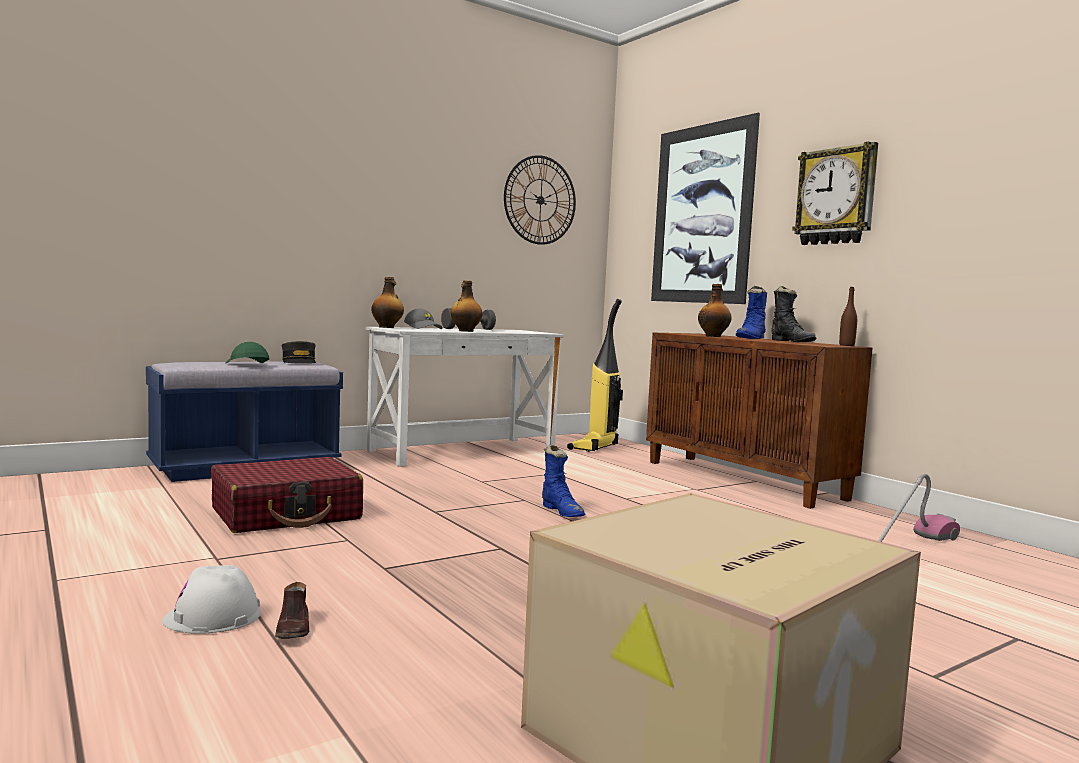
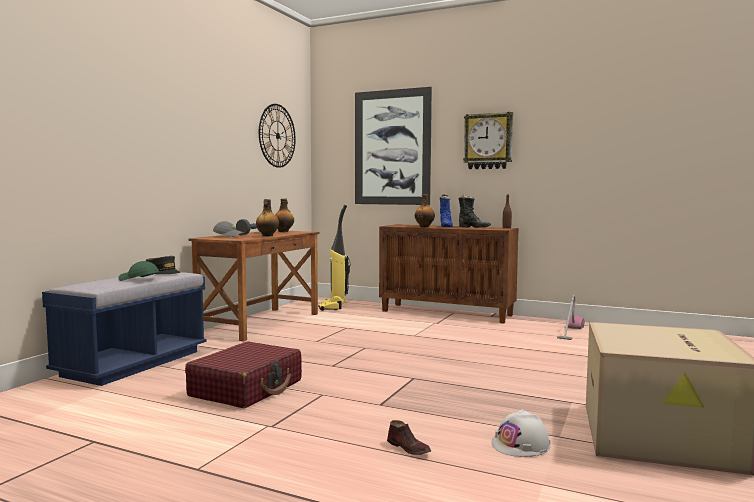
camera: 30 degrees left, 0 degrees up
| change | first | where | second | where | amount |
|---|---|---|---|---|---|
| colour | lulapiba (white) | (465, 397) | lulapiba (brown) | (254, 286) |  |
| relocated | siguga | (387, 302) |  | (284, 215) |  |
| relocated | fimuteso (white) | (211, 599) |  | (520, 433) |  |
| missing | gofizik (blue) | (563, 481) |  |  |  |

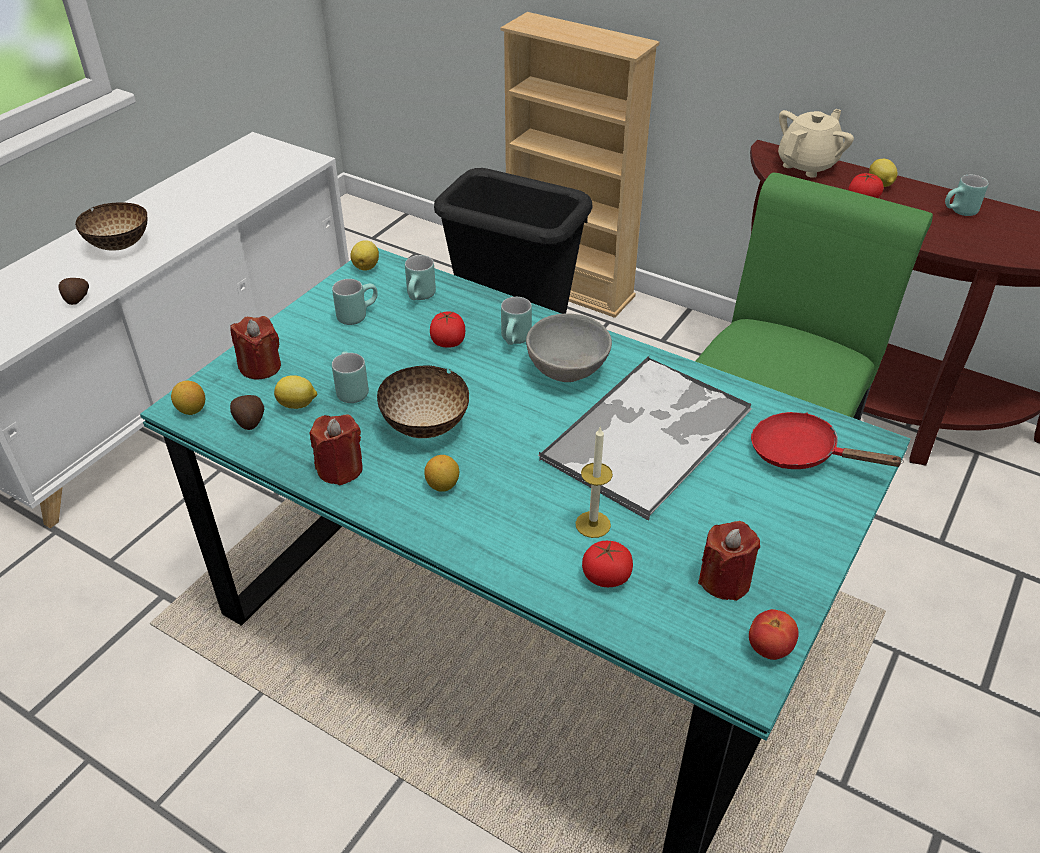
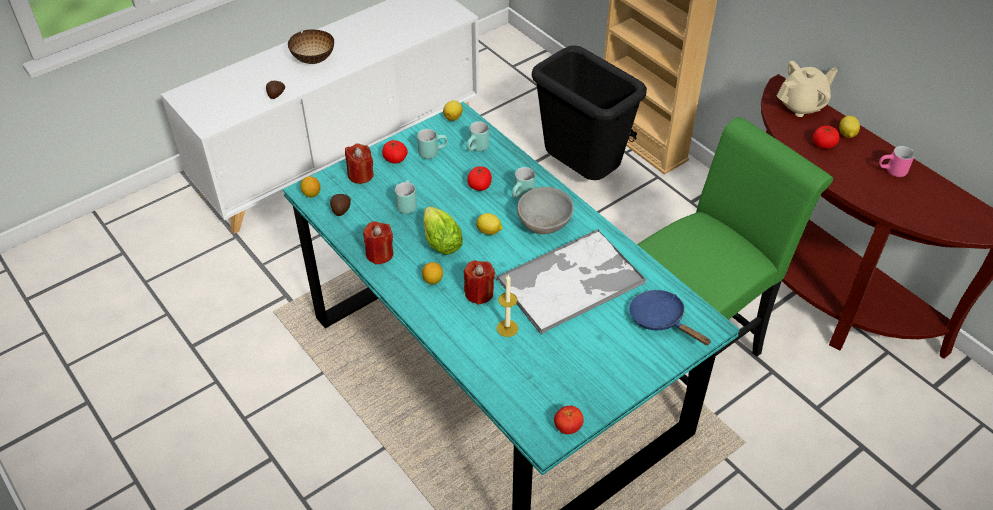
camera: 20 degrees right, 5 degrees up
| change | first | where | second | where | amount |
|---|---|---|---|---|---|
| relocated | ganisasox | (607, 564) |  | (395, 152) |  |
| exchanged | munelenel | (423, 402) | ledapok | (443, 230) |  |
| relocated | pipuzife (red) | (729, 561) |  | (479, 282) |  |
| relocated | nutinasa | (295, 392) |  | (489, 224) |  |
| colour | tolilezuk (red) | (827, 440) | tolilezuk (blue) | (670, 317) |  |
| colour | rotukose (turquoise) | (966, 195) | rotukose (pink) | (897, 161) |  |

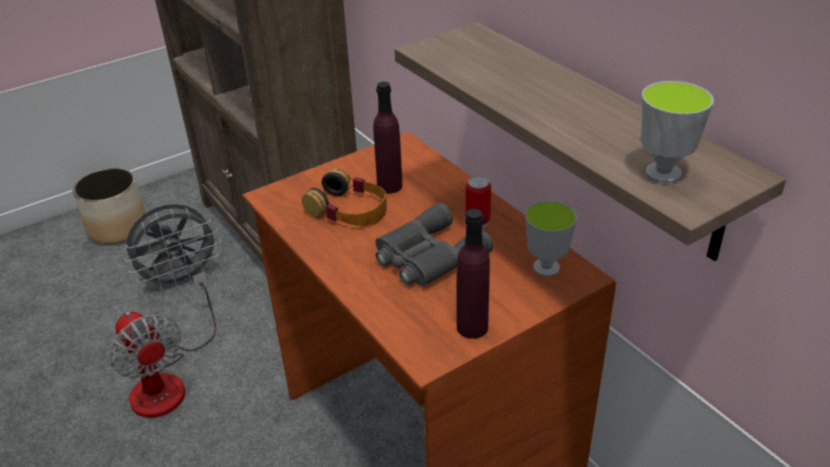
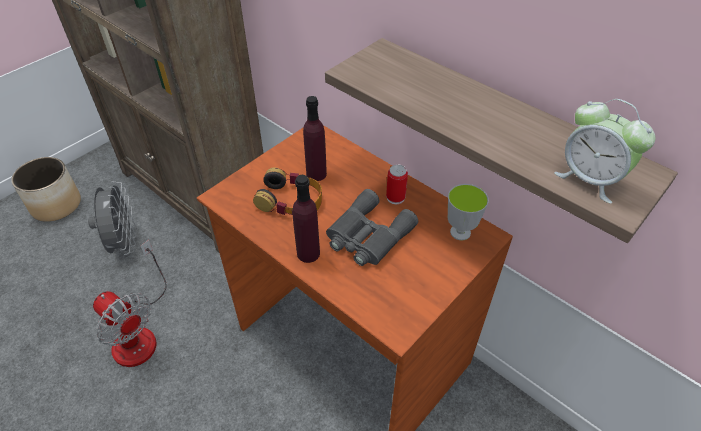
camera: 15 degrees left, 10 degrees up
| change | first | where | second | where | amount |
|---|---|---|---|---|---|
| spun | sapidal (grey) | (173, 247) |  | (112, 218) | 60 degrees counterclockwise |
| relocated | siguga (purple) | (473, 274) |  | (306, 219) |  |
| exchanged | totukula | (677, 132) | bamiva | (604, 151) |  |

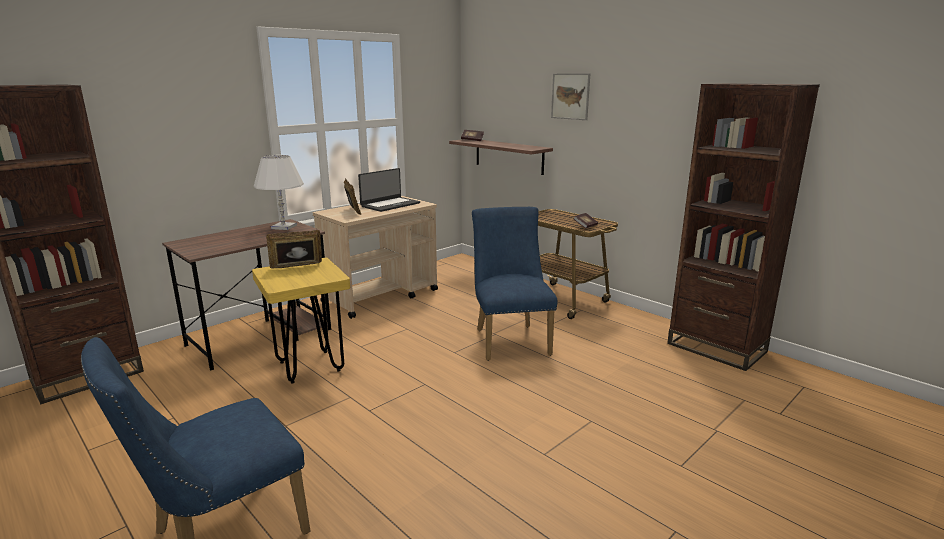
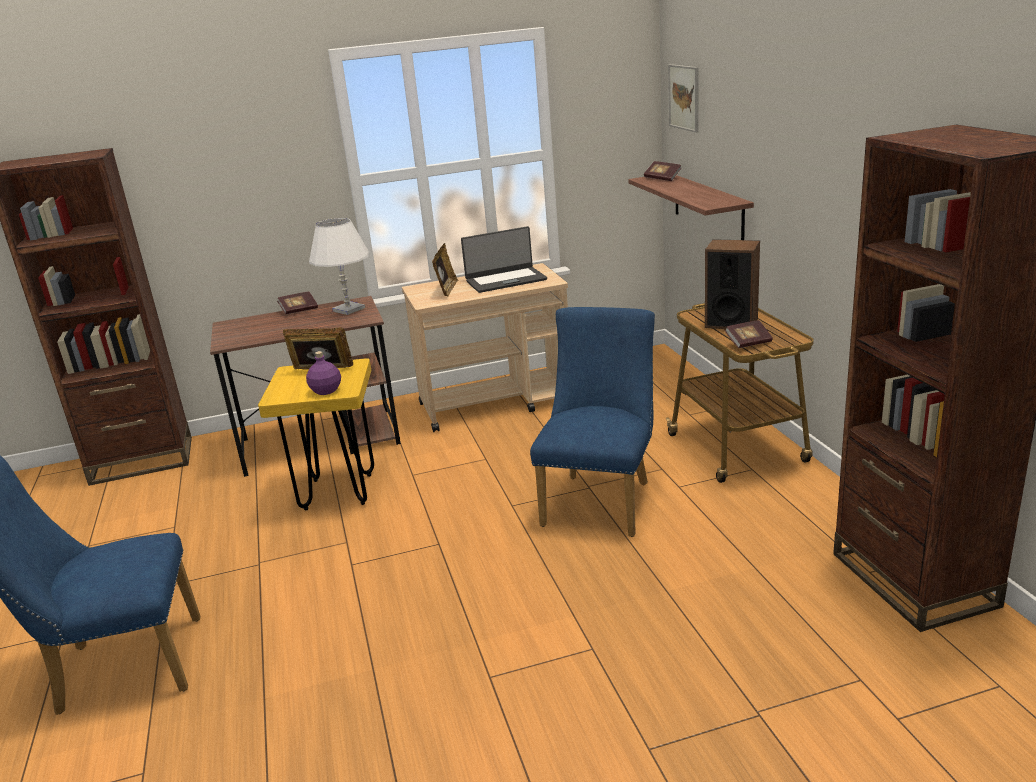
camera: 30 degrees right, 5 degrees up
| change | first | where | second | where | amount |
|---|---|---|---|---|---|
| appeared |  |  | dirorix | (297, 303) |  |
| appeared |  |  | siguga (purple) | (323, 373) |  |
| relocated | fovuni | (570, 96) |  | (683, 98) |  |
| appeared |  |  | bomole | (732, 284) |  |

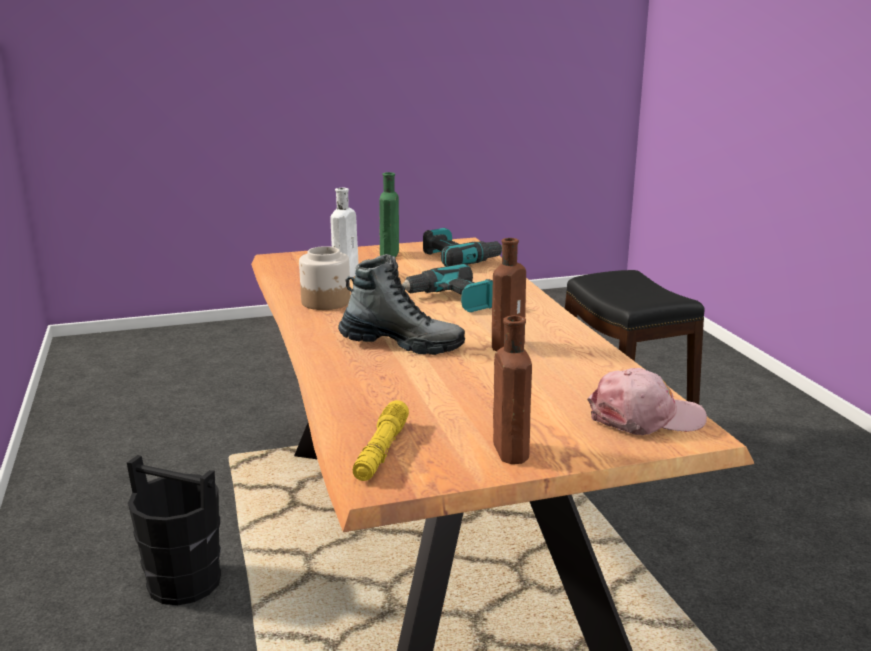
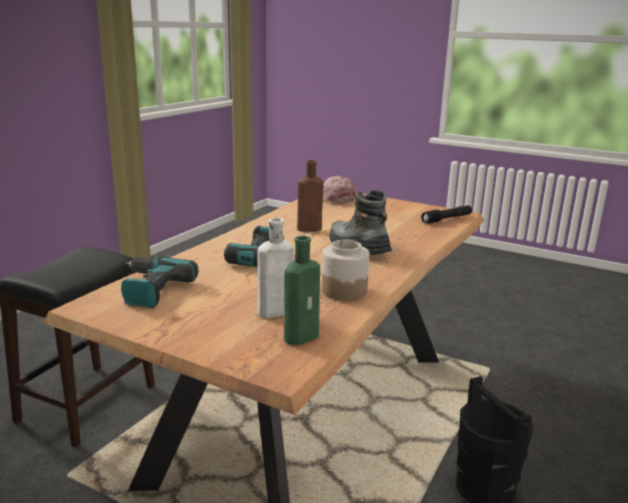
camera: 135 degrees left, 0 degrees up
| change | first | where | second | where | amount |
|---|---|---|---|---|---|
| relocated | siguga (green) | (389, 215) |  | (302, 290) |  |
| colour | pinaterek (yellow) | (381, 440) | pinaterek (black) | (446, 214) |  |
| missing | siguga (brown) | (512, 389) |  |  |  |

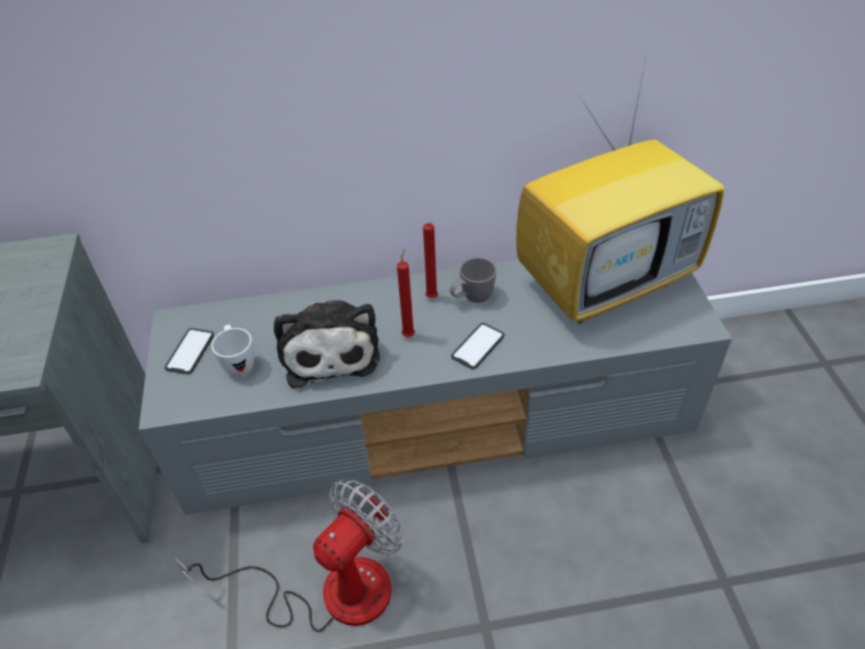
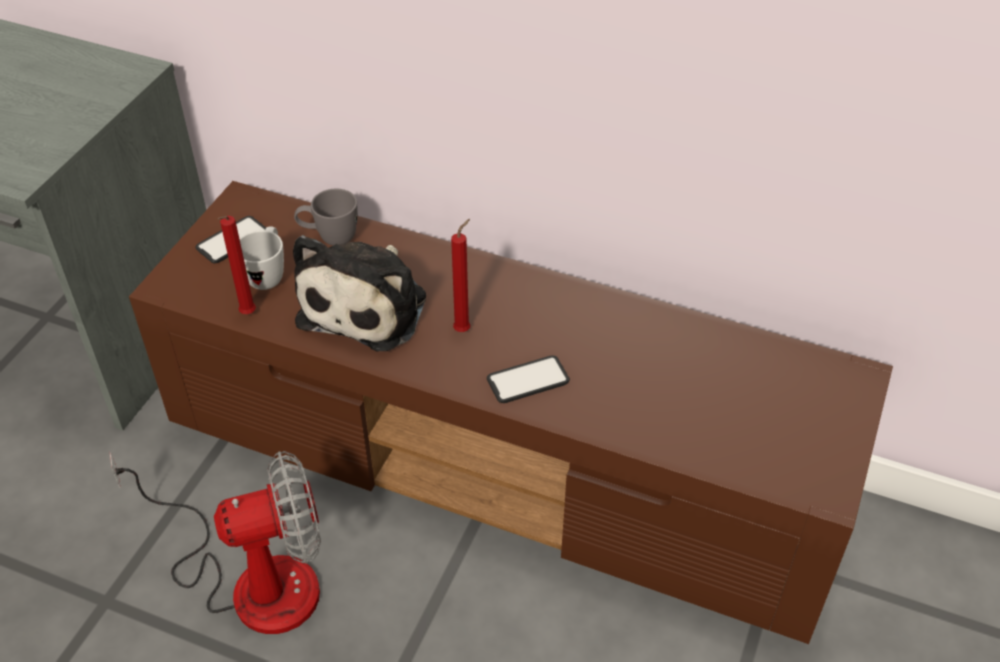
camera: 30 degrees right, 0 degrees up
| change | first | where | second | where | amount |
|---|---|---|---|---|---|
| colour | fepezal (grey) | (435, 387) | fepezal (brown) | (511, 412) |  |
| relocated | pipuzife (red) | (430, 260) |  | (237, 265) |  |
| relocated | rotukose (grey) | (473, 280) |  | (325, 217) |  |
| missing | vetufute | (620, 188) |  |  |  |

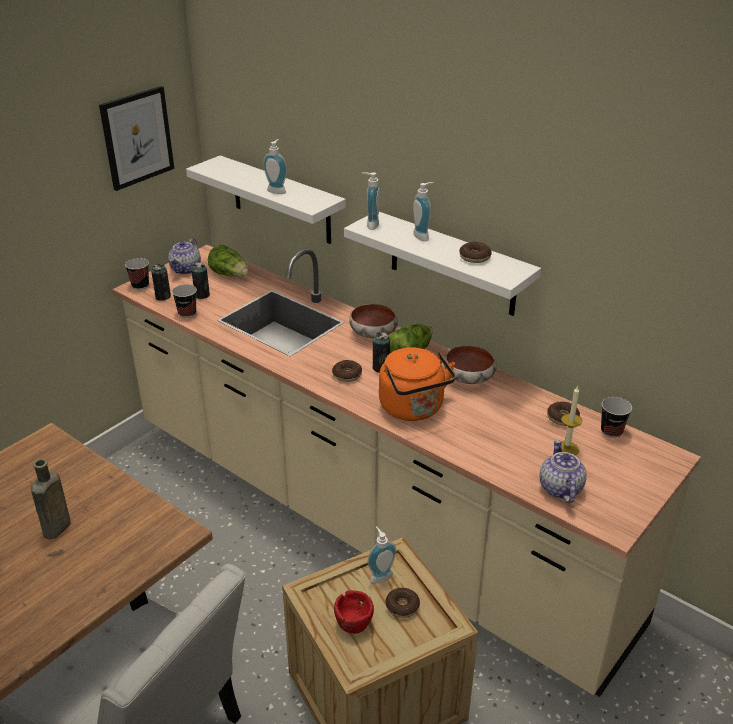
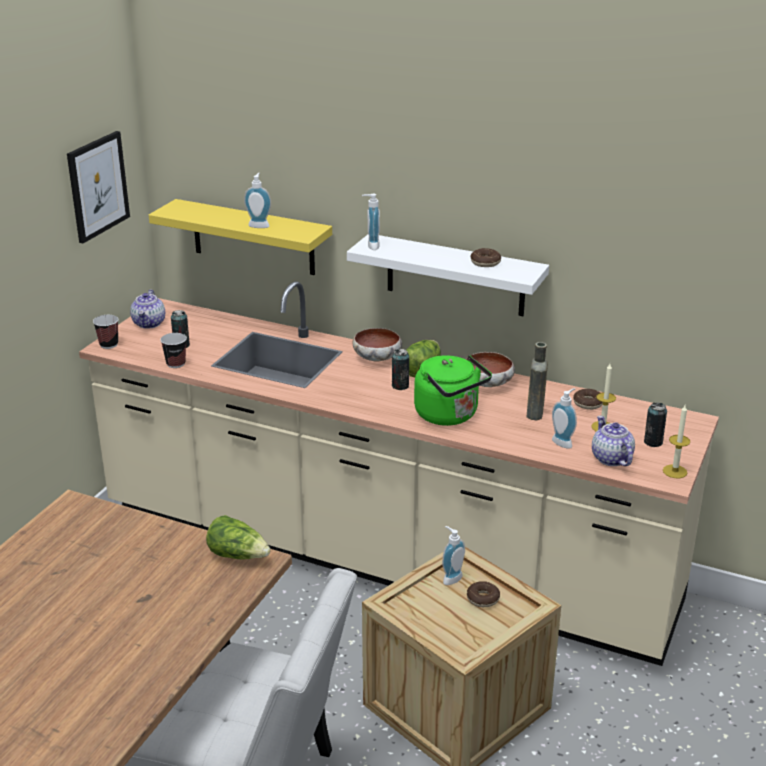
camera: 15 degrees left, 5 degrees down
| change | first | where | second | where | amount |
|---|---|---|---|---|---|
| colour | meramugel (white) | (266, 199) | meramugel (yellow) | (240, 237) |  |
| relocated | ledapok | (228, 261) |  | (238, 537) |  |
| colour | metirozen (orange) | (417, 384) | metirozen (green) | (453, 390) |  |
| relocated | siguga (brown) | (51, 499) |  | (537, 381) |  |
| relocated | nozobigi | (423, 211) |  | (564, 418) |  |
| relocated | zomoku | (161, 282) |  | (655, 425) |  |
| appeared |  |  | pipuzife | (676, 441) |  |
| missing | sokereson | (347, 371) |  |  |  |
| missing | munelenel (red) | (354, 612) |  |  |  |
| missing | totukula | (616, 417) |  |  |  |

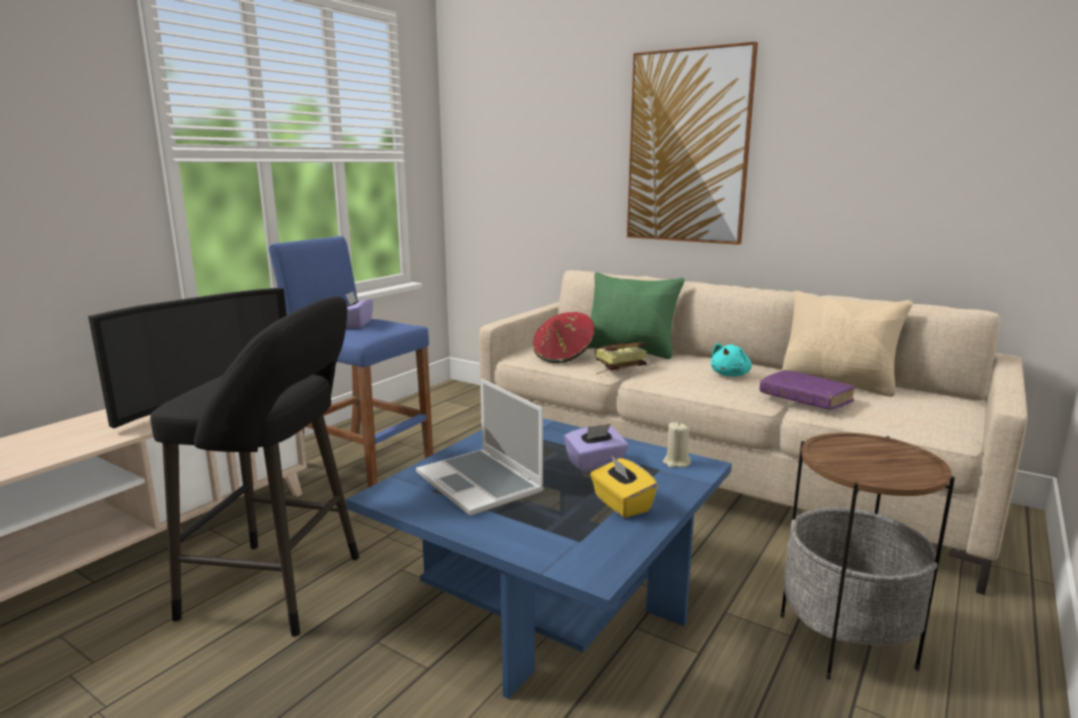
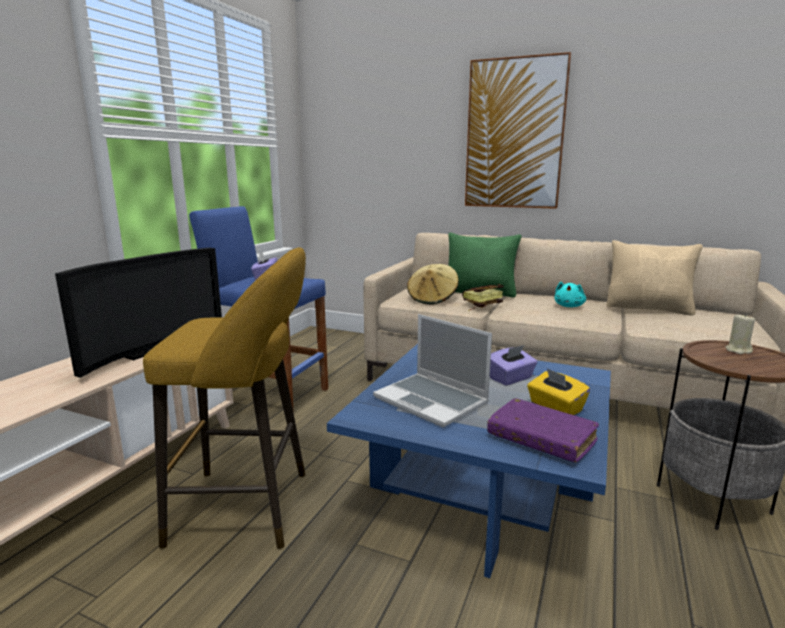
camera: 10 degrees left, 0 degrees up
| change | first | where | second | where | amount |
|---|---|---|---|---|---|
| colour | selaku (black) | (254, 466) | selaku (yellow) | (224, 398) |  |
| colour | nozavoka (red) | (564, 337) | nozavoka (beige) | (433, 284) |  |
| relocated | dirorix (purple) | (807, 390) |  | (543, 430) |  |
| relocated | pipuzife (beige) | (677, 445) |  | (740, 333) |  |

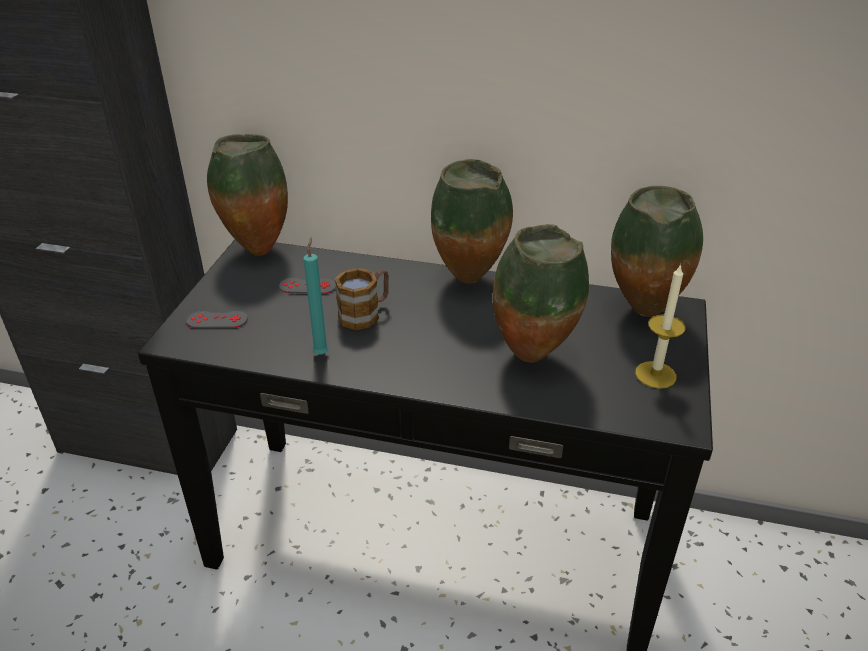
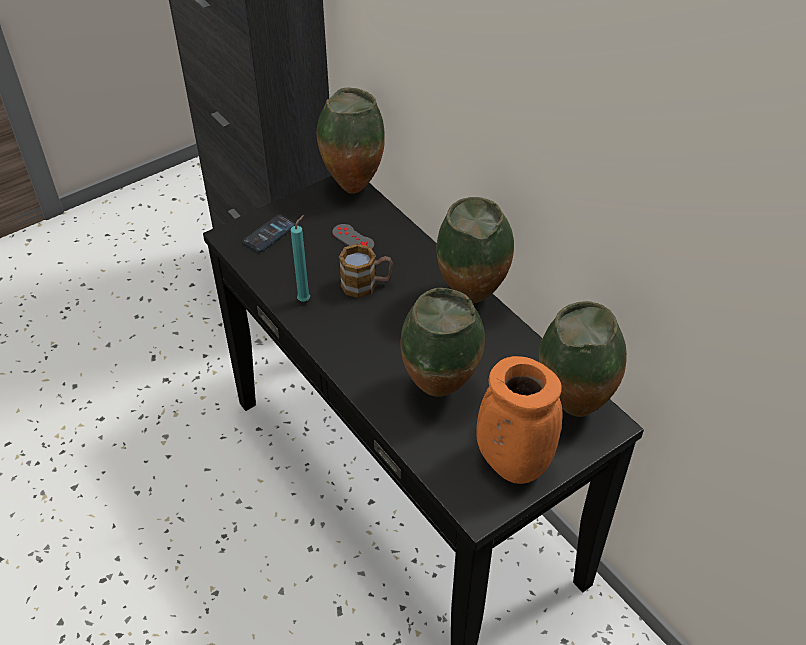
camera: 40 degrees right, 10 degrees up
| change | first | where | second | where | amount |
|---|---|---|---|---|---|
| exchanged | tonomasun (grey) | (217, 319) | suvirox | (269, 233) |  |
| exchanged | pipuzife | (660, 326) | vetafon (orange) | (519, 420) |  |

